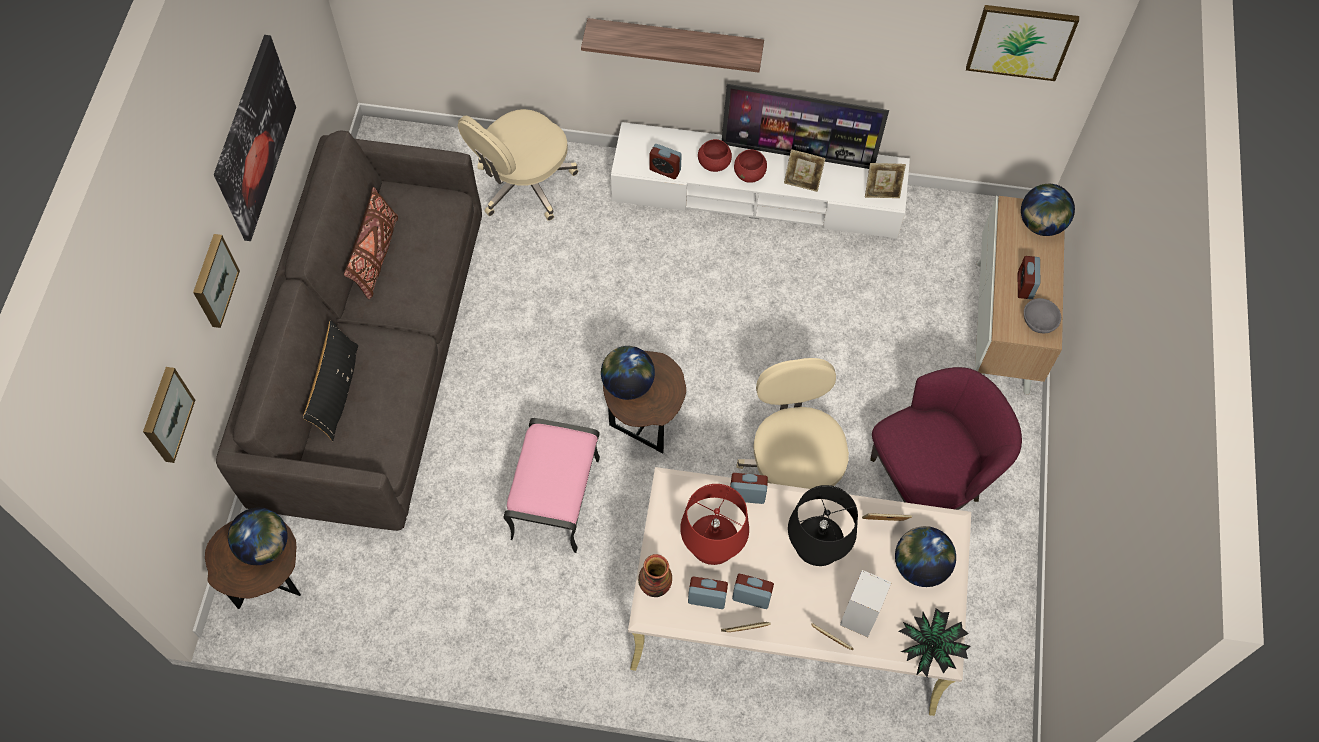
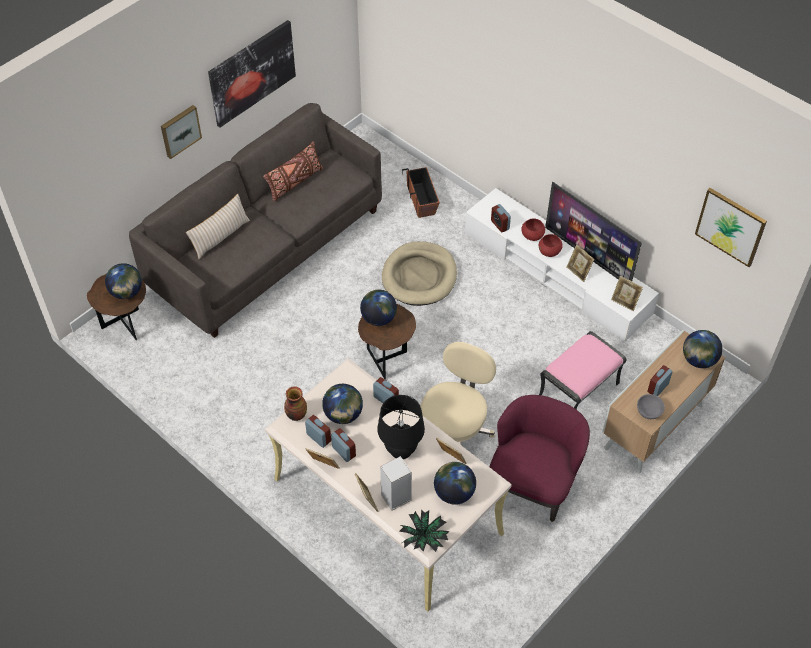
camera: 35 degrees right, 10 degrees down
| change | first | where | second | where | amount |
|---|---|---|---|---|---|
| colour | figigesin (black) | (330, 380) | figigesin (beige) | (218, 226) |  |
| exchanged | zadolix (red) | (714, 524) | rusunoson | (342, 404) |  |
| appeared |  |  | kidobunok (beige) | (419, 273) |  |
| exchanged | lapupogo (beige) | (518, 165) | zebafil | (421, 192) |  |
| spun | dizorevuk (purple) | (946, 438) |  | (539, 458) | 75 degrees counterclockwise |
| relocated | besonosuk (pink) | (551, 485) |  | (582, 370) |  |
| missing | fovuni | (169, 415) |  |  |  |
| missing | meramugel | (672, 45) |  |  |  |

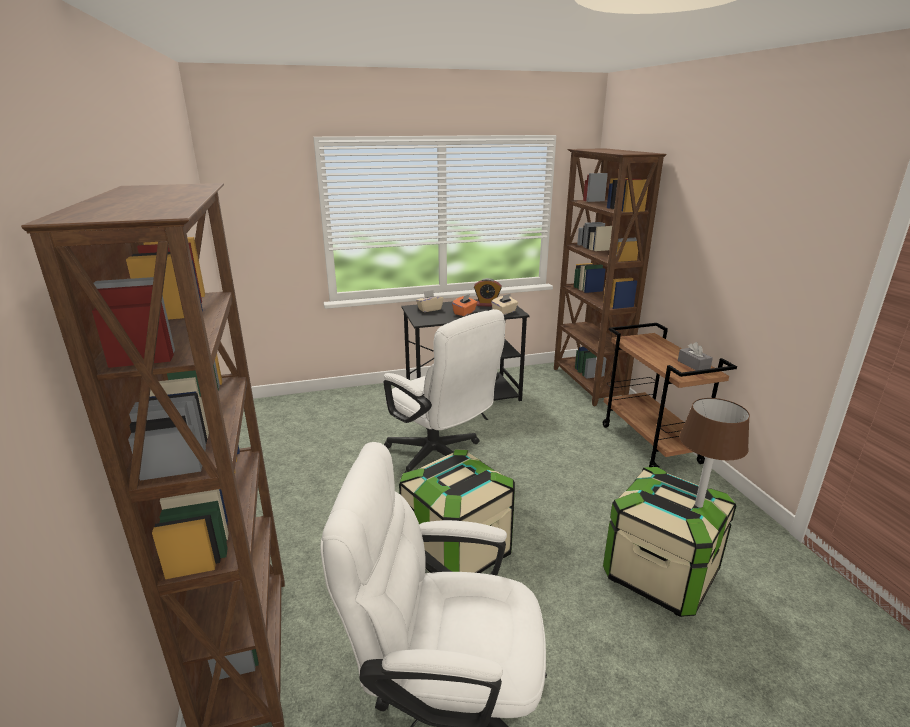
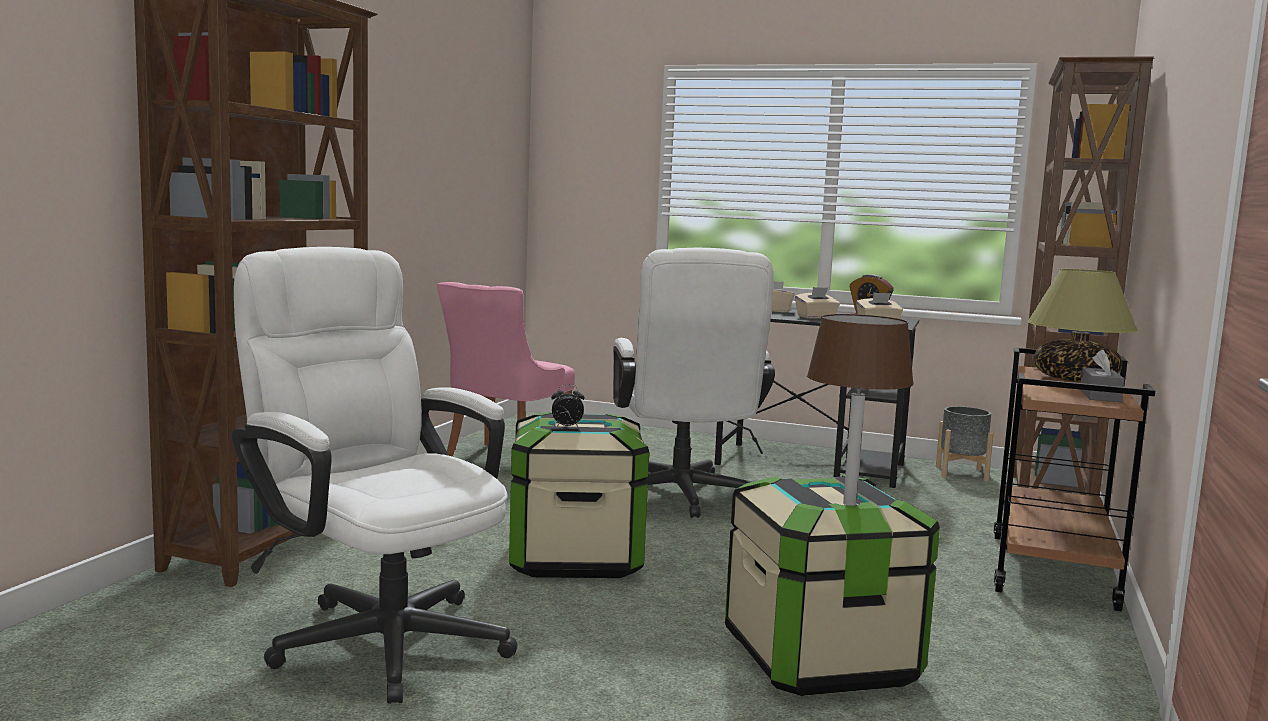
camera: 35 degrees right, 15 degrees down
| change | first | where | second | where | amount |
|---|---|---|---|---|---|
| appeared |  |  | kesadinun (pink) | (506, 369) |  |
| appeared |  |  | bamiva | (567, 406) |  |
| colour | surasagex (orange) | (464, 305) | surasagex (beige) | (817, 303) |  |
| appeared |  |  | zebafil (grey) | (965, 443) |  |
| appeared |  |  | zadolix | (1082, 325) |  |

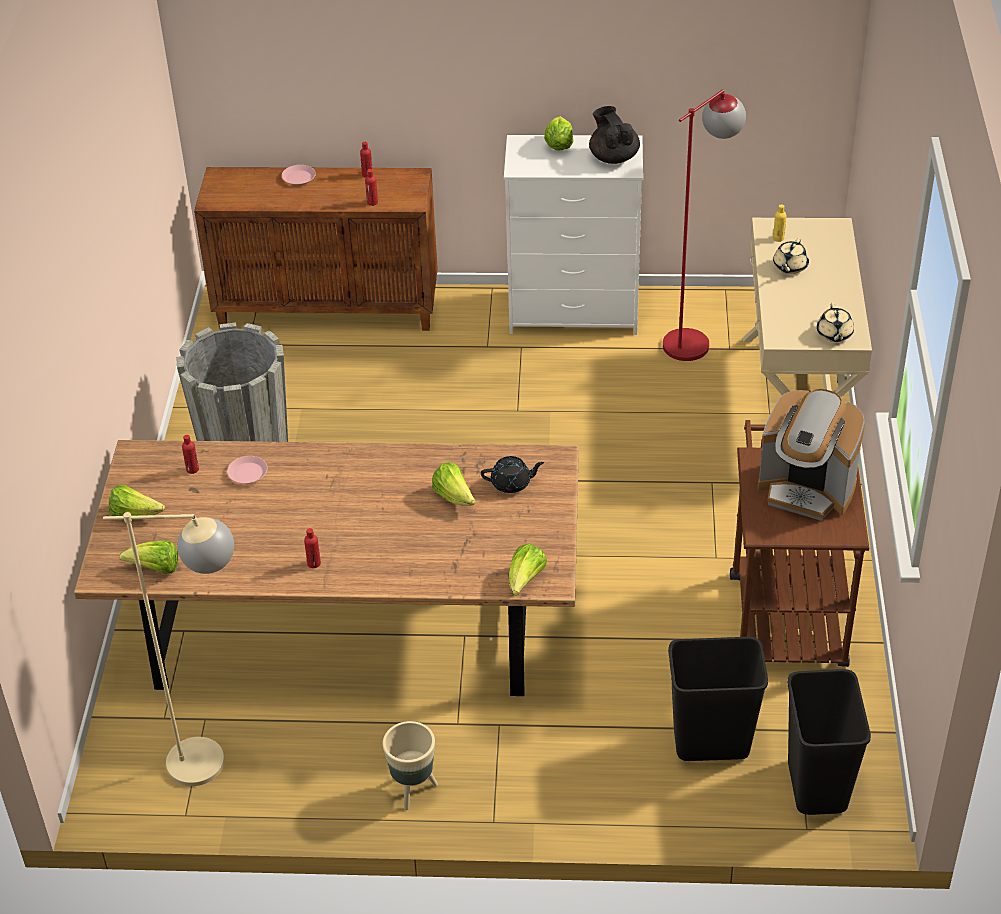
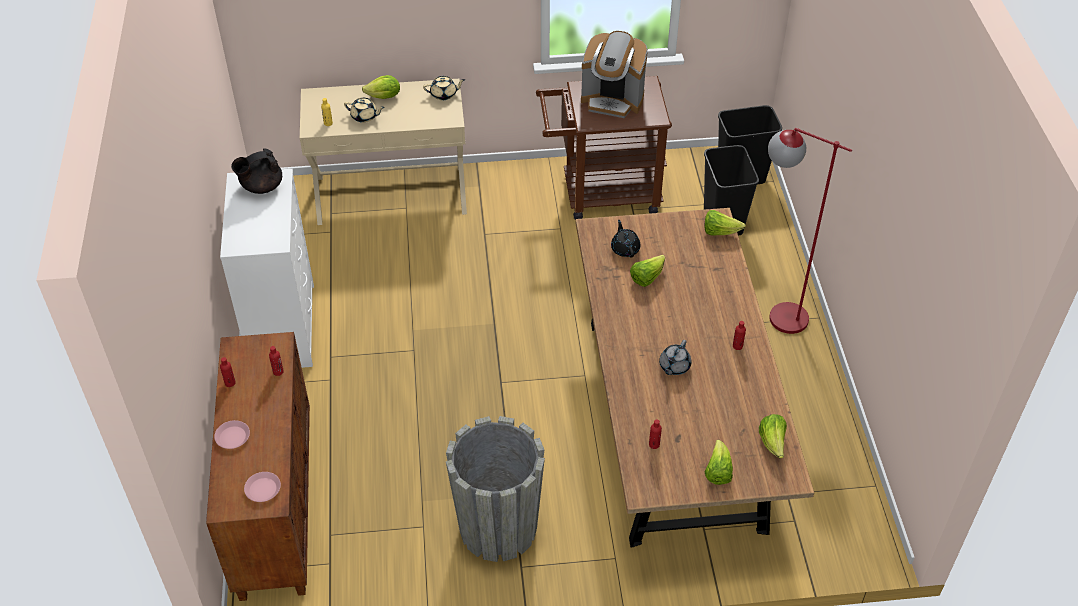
camera: 100 degrees left, 5 degrees up
| change | first | where | second | where | amount |
|---|---|---|---|---|---|
| relocated | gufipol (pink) | (247, 470) |  | (262, 487) |  |
| relocated | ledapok | (558, 133) |  | (381, 87) |  |
| spun | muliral | (811, 455) |  | (614, 74) | 90 degrees clockwise |
| appeared |  |  | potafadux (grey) | (675, 357) |  |
| relocated | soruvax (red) | (704, 225) |  | (810, 231) |  |
| missing | soruvax (beige) | (168, 649) |  |  |  |
| missing | zebafil (beige) | (410, 765) |  |  |  |

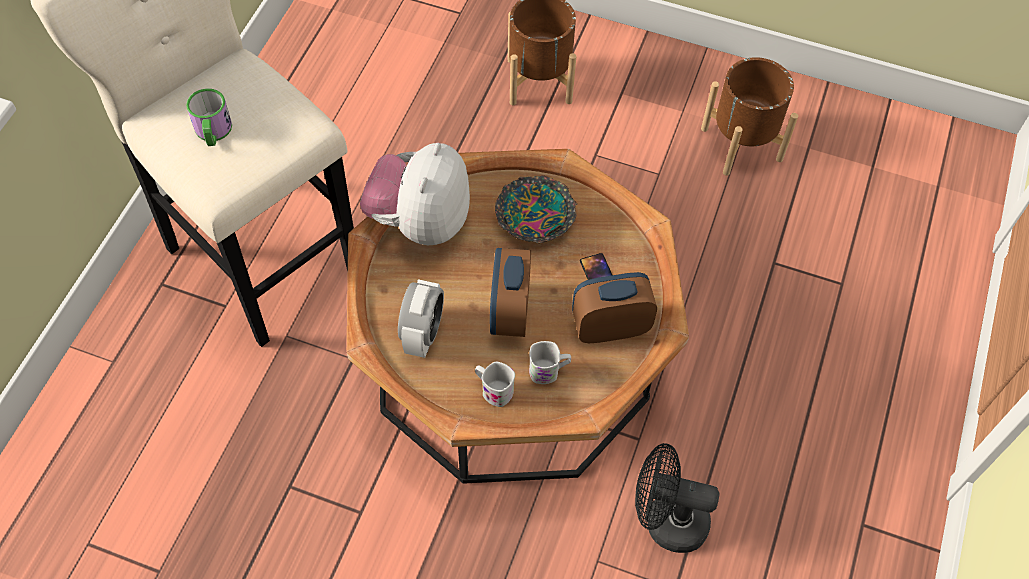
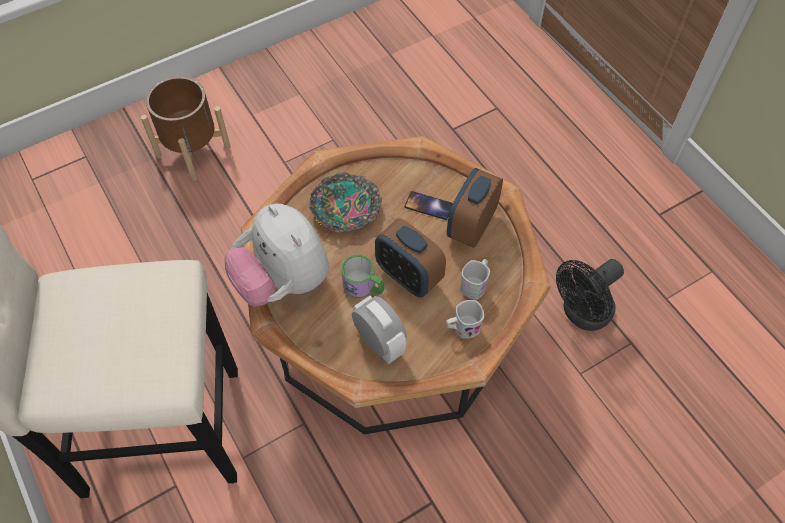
camera: 50 degrees left, 0 degrees up
| change | first | where | second | where | amount |
|---|---|---|---|---|---|
| relocated | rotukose | (209, 117) |  | (363, 276) |  |
| missing | zebafil (brown) | (749, 116) |  |  |  |

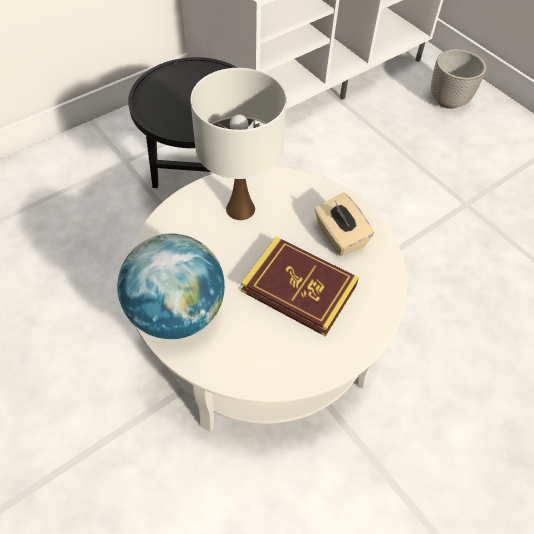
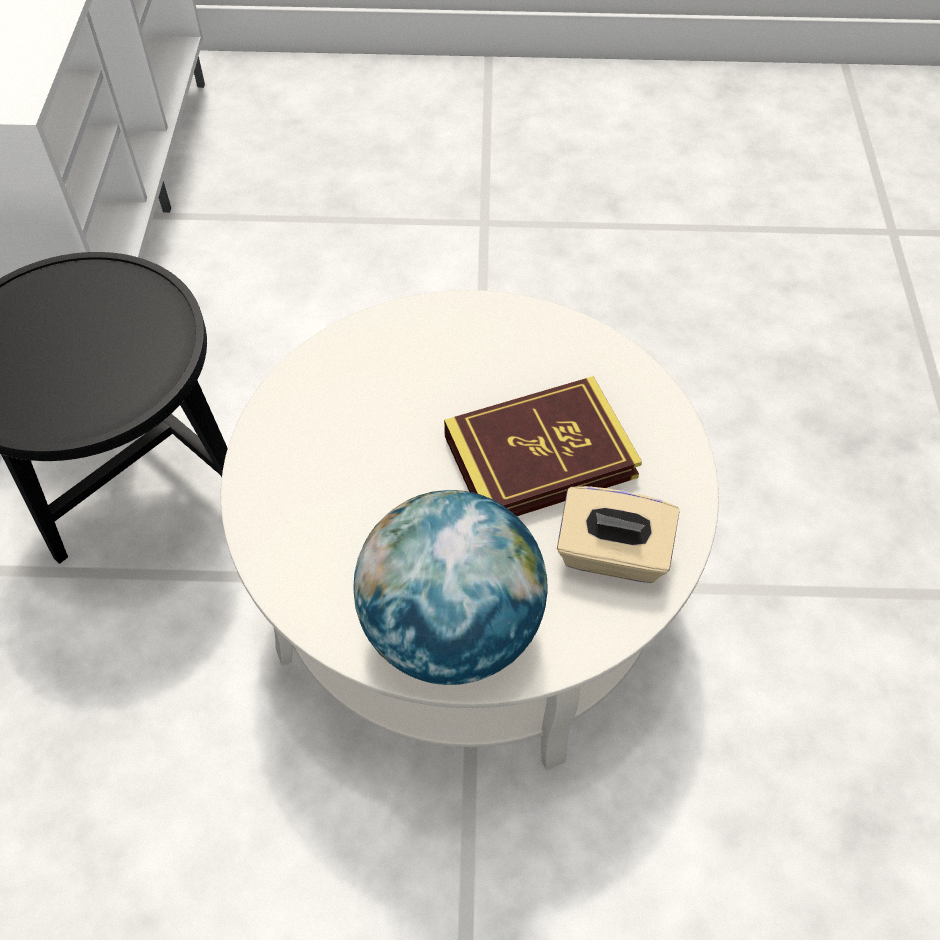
camera: 50 degrees left, 0 degrees up
| change | first | where | second | where | amount |
|---|---|---|---|---|---|
| relocated | surasagex (beige) | (344, 224) |  | (618, 534) |  |
| missing | zadolix (white) | (238, 144) |  |  |  |
| missing | zebafil | (458, 79) |  |  |  |

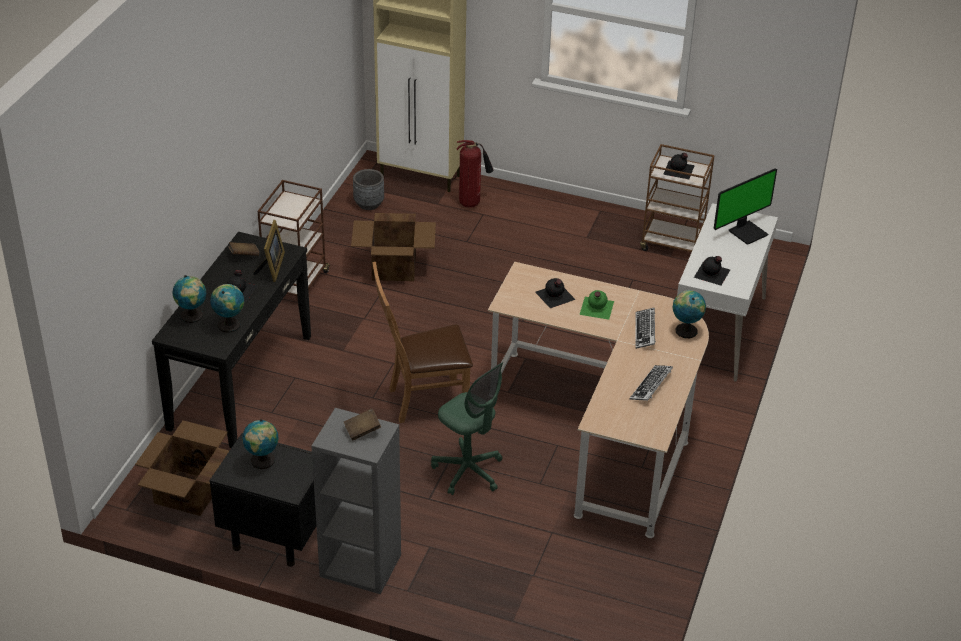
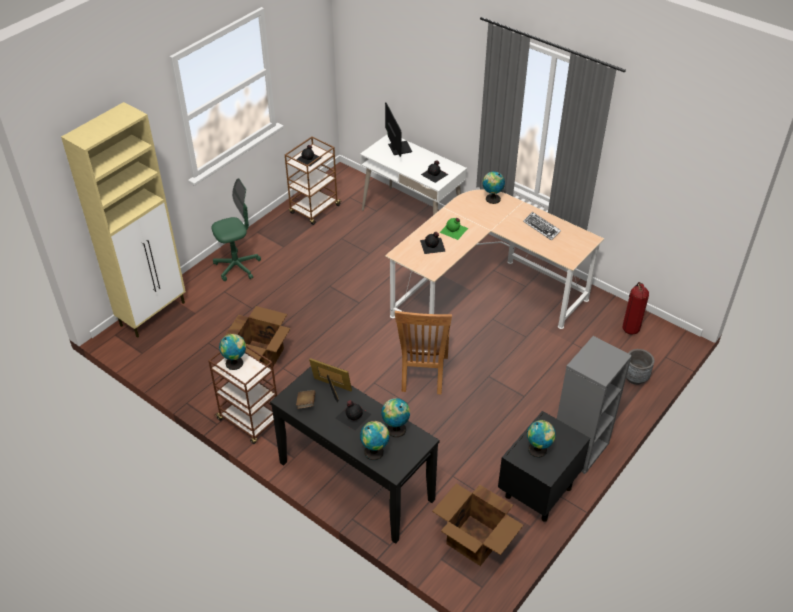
camera: 70 degrees left, 5 degrees up
| change | first | where | second | where | amount |
|---|---|---|---|---|---|
| relocated | lapupogo (green) | (467, 428) |  | (236, 229) |  |
| appeared |  |  | rusunoson | (232, 352) |  |
| relocated | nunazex | (474, 174) |  | (636, 308) |  |
| relocated | zebafil (grey) | (368, 189) |  | (640, 367) |  |
| missing | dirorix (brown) | (362, 424) |  |  |  |
| missing | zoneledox | (645, 328) |  |  |  |

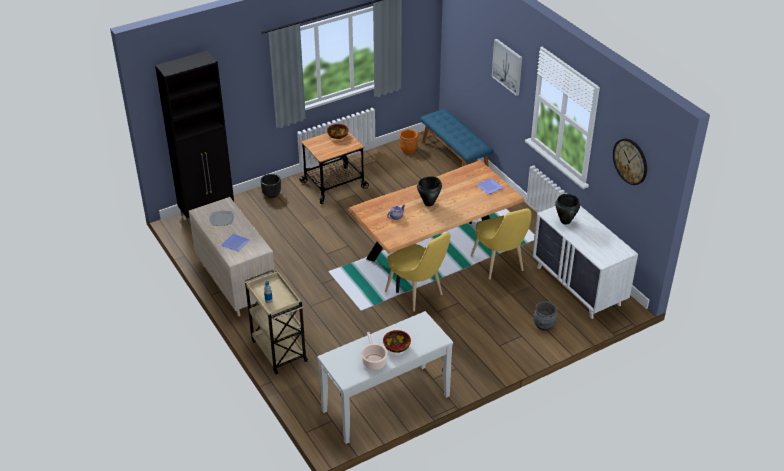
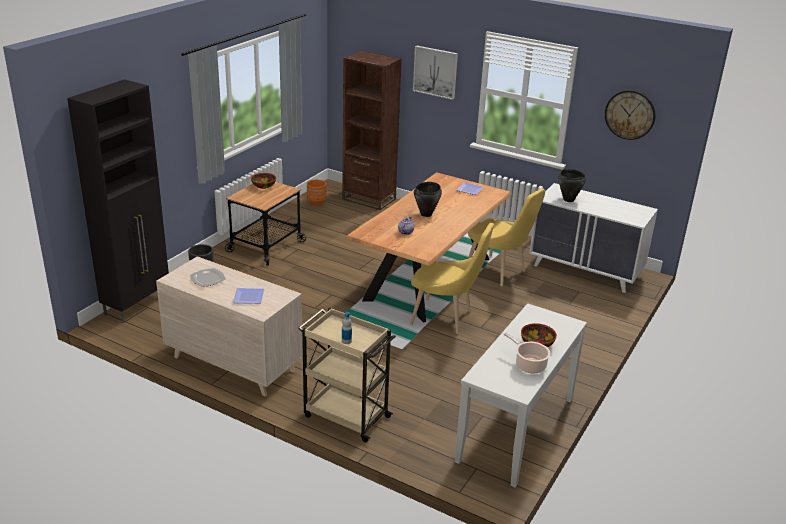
camera: 30 degrees left, 10 degrees down
| change | first | where | second | where | amount |
|---|---|---|---|---|---|
| exchanged | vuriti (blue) | (456, 138) | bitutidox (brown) | (372, 130) |  |
| missing | zebafil (grey) | (545, 316) |  |  |  |

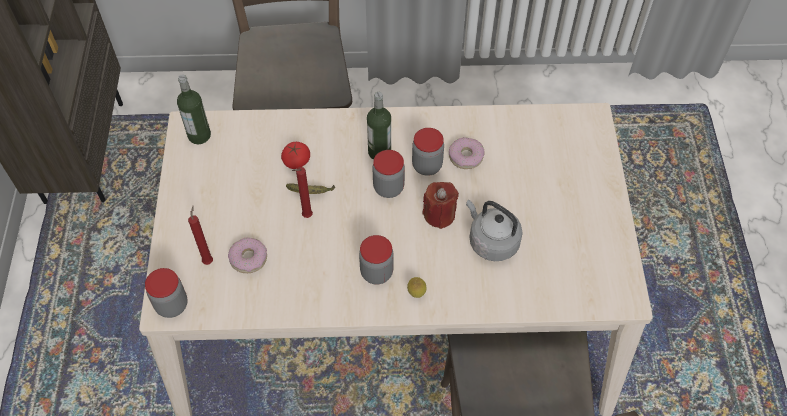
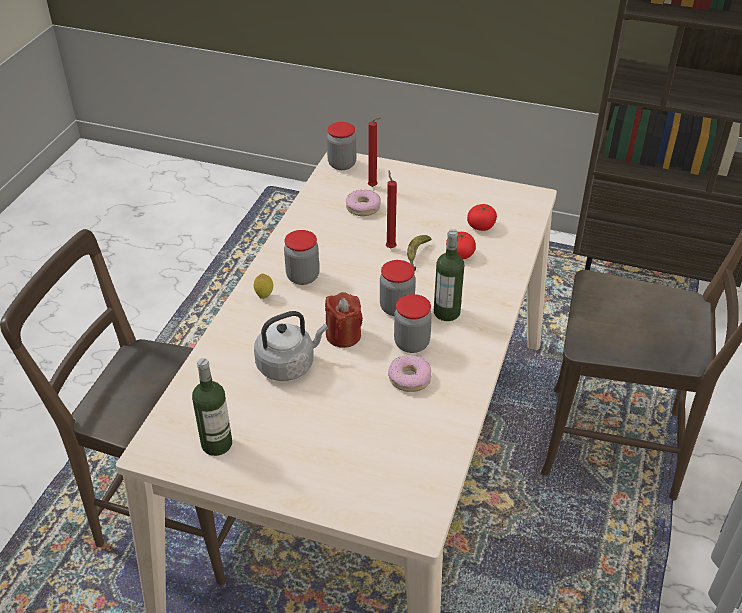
camera: 110 degrees right, 15 degrees down
| change | first | where | second | where | amount |
|---|---|---|---|---|---|
| relocated | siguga | (194, 109) |  | (212, 407) |  |
| appeared |  |  | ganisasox | (482, 217) |  |

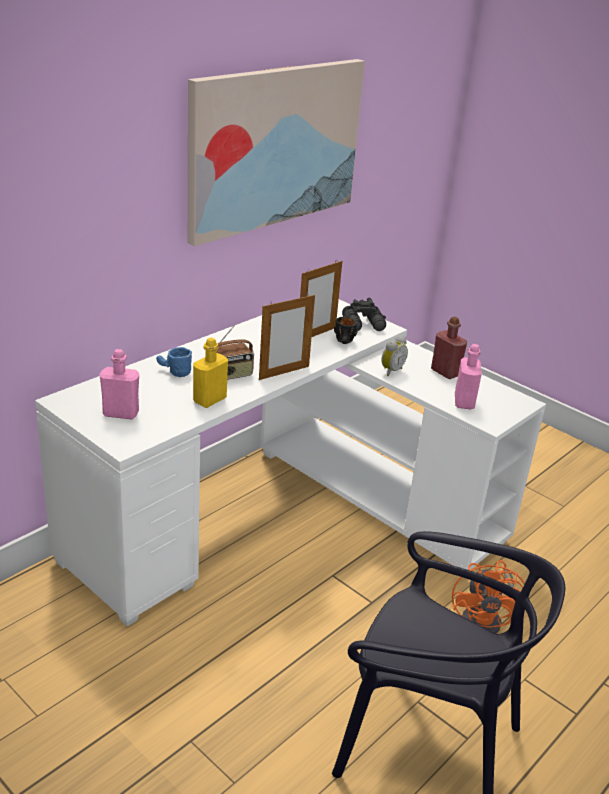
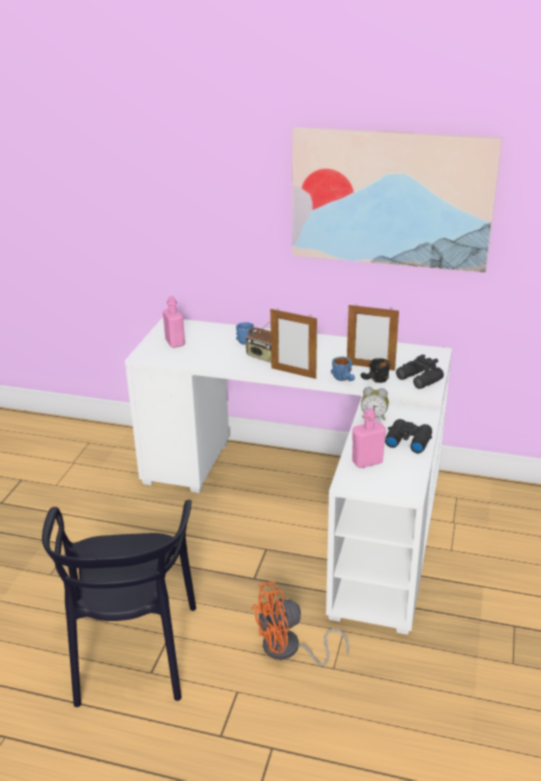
camera: 65 degrees right, 0 degrees up
| change | first | where | second | where | amount |
|---|---|---|---|---|---|
| appeared |  |  | rotukose (blue) | (343, 369) |  |
| exchanged | siguga (red) | (449, 348) | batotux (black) | (408, 436) |  |
| missing | siguga (yellow) | (210, 373) |  |  |  |

